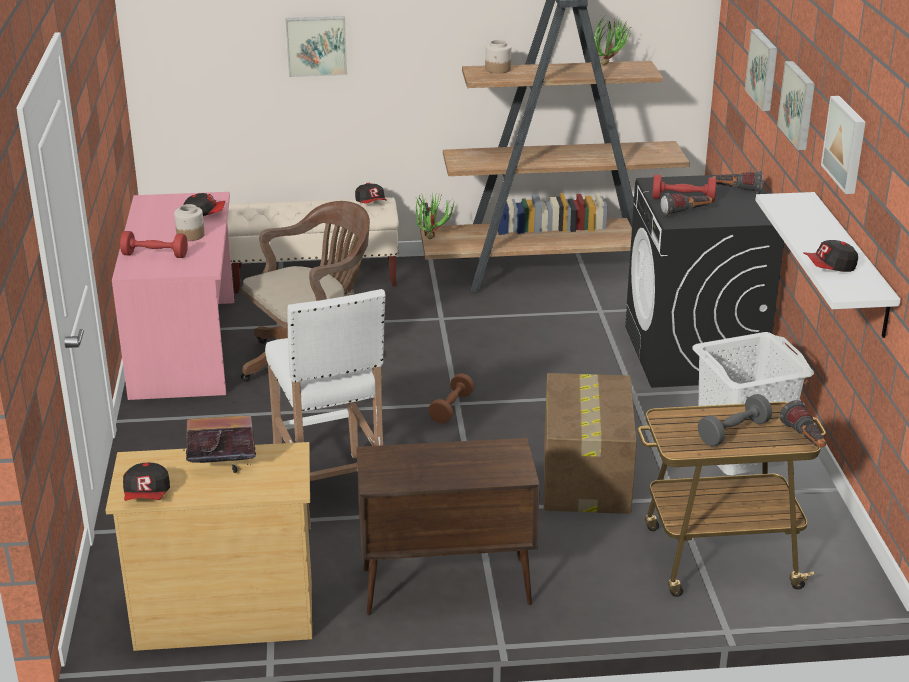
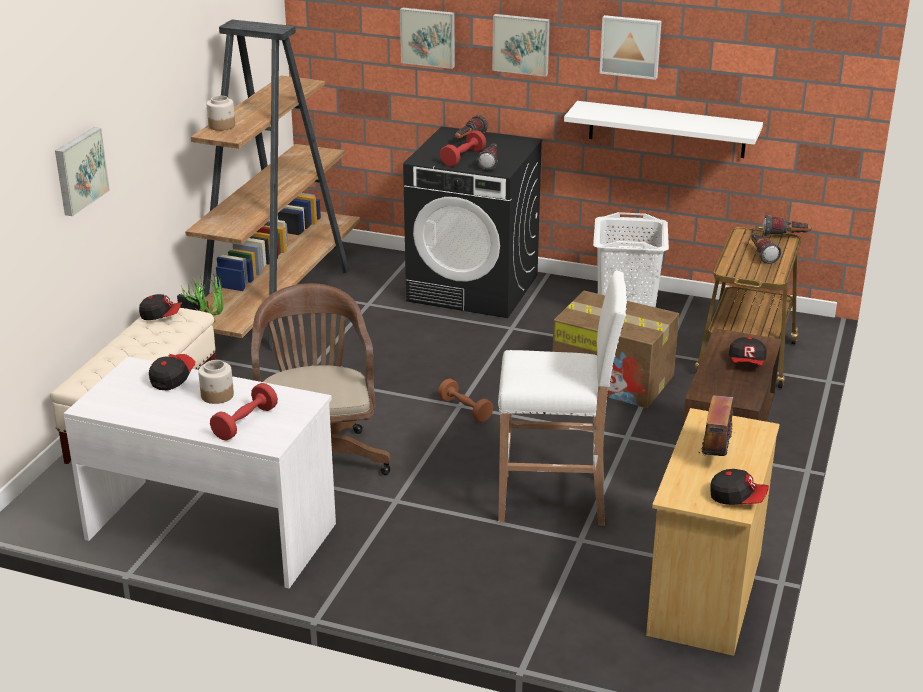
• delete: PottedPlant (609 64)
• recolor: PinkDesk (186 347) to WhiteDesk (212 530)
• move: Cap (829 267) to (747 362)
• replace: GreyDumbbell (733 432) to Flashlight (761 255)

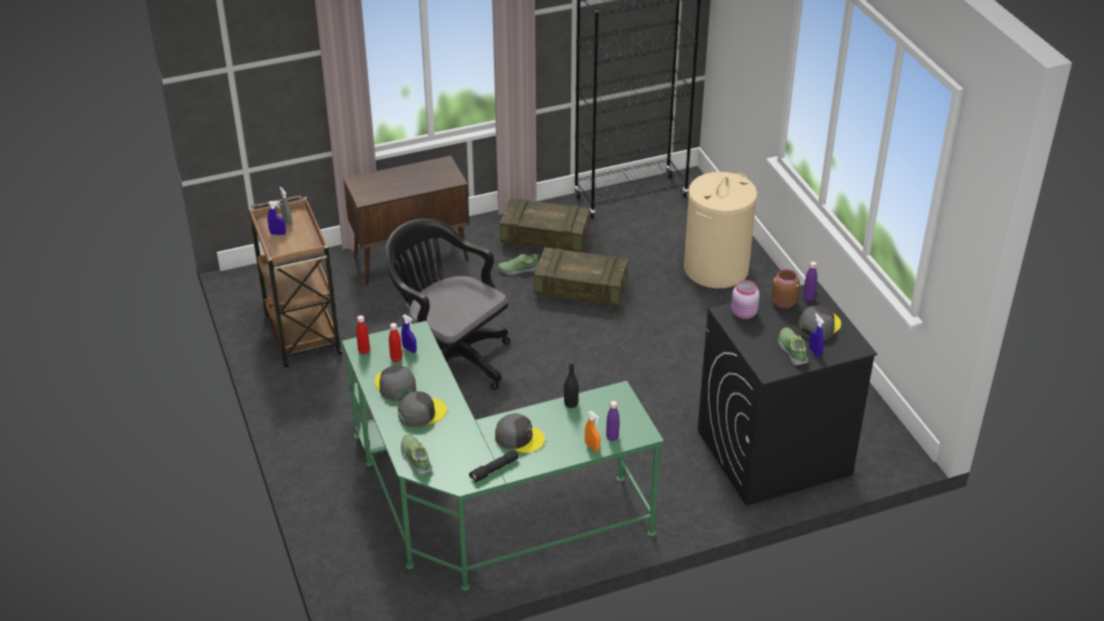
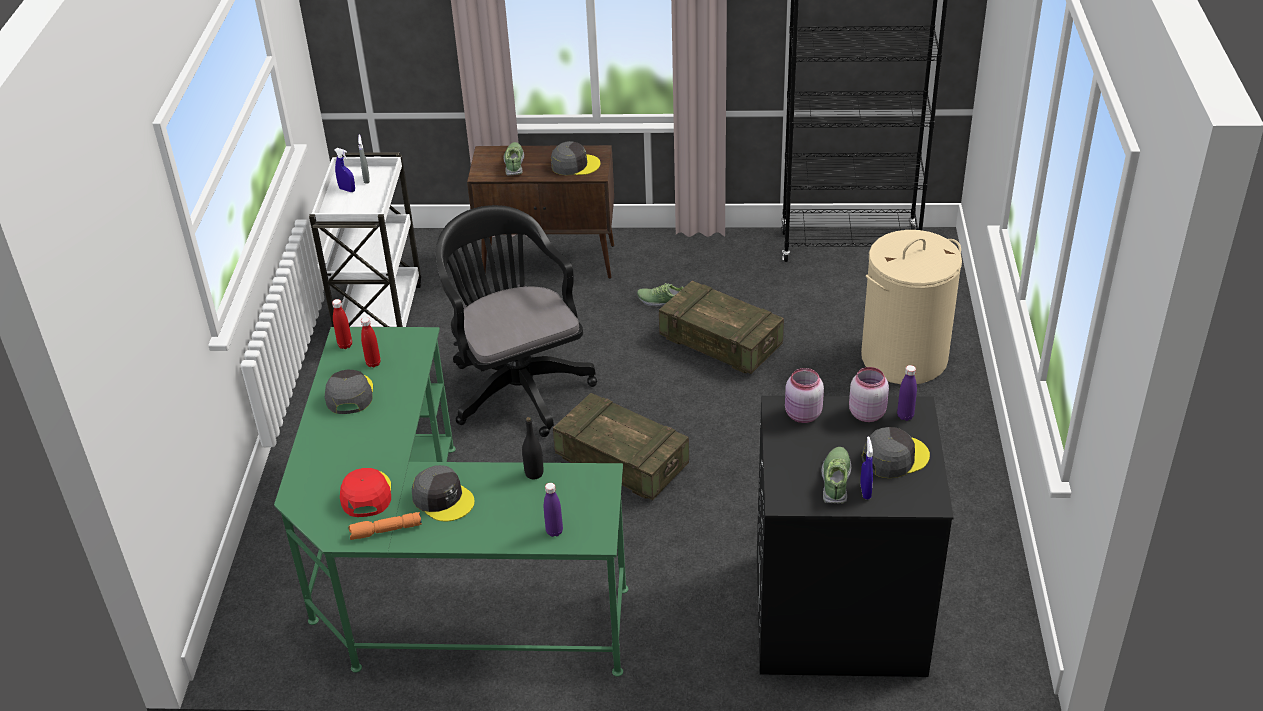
• recolor: BrownCart (301 331) to WhiteCart (380 314)
• move: Crate (545 238) to (621 461)
• recolor: BrownJar (783 302) to PinkJar (867 413)
• delete: BlueSprayBottle (409 349)
• move: GreyCap (421 413) to (574 165)
• delete: OrangeSprayBottle (592 447)
• move: Shoe (416 458) to (514 163)
• recolor: BlackFlashlight (494 470) to OrangeFlashlight (385 531)
• insert: RedCap (366 494)

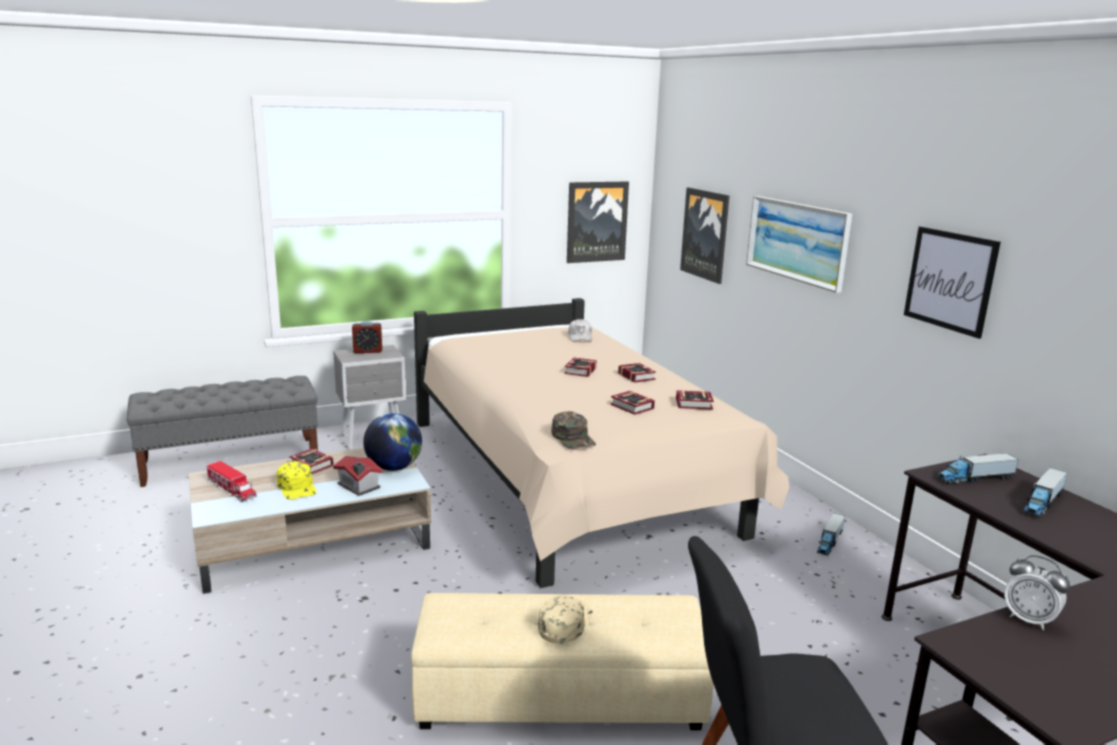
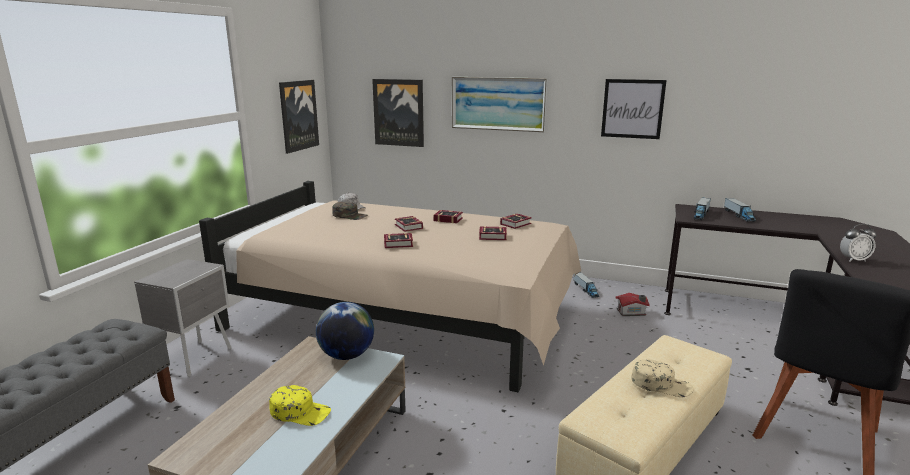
• delete: AlarmClock (368 351)
• move: GreenCap (573 438) to (350 216)
• move: Book (312 466) to (399 244)
• move: ToyHouse (358 486) to (632 312)
• delete: ToyTruck (232 490)
• rotate: BeigeCap (564 622) = (661 384) 135 degrees clockwise

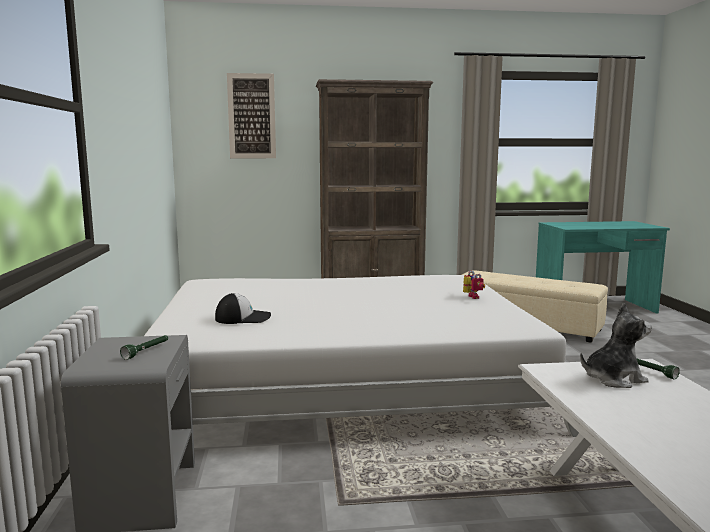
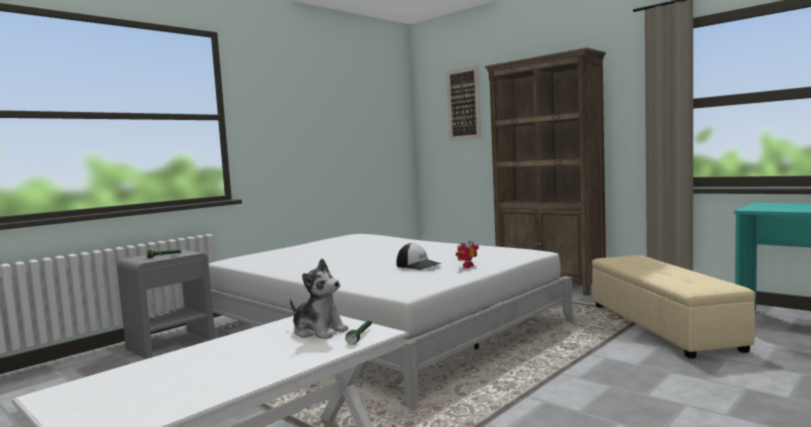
• move: Cap (243 318) to (418 265)

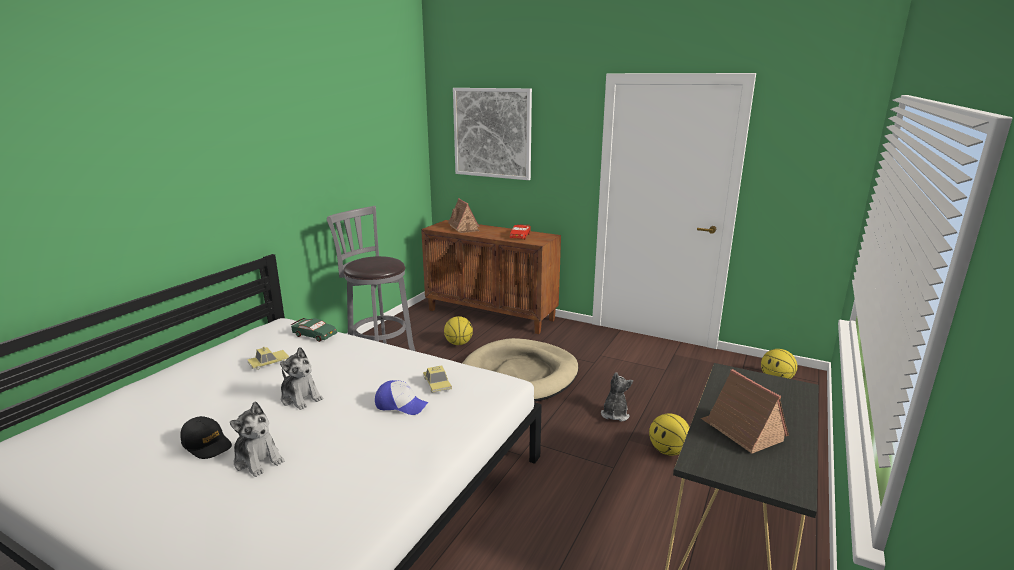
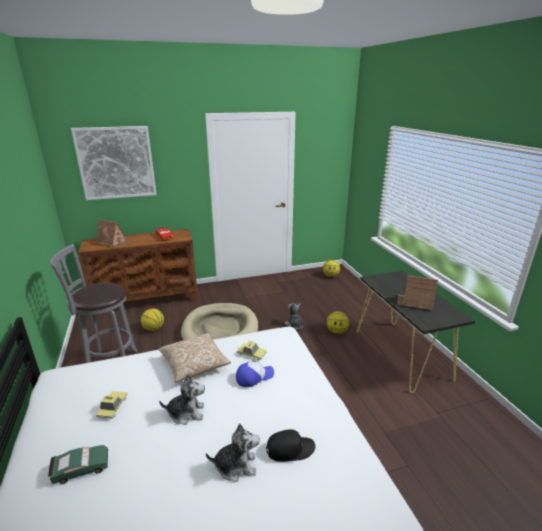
• move: GreenToyCar (314 335) to (81 468)
• move: BlackCap (207 444) to (290 449)
• insert: Pillow (195 365)

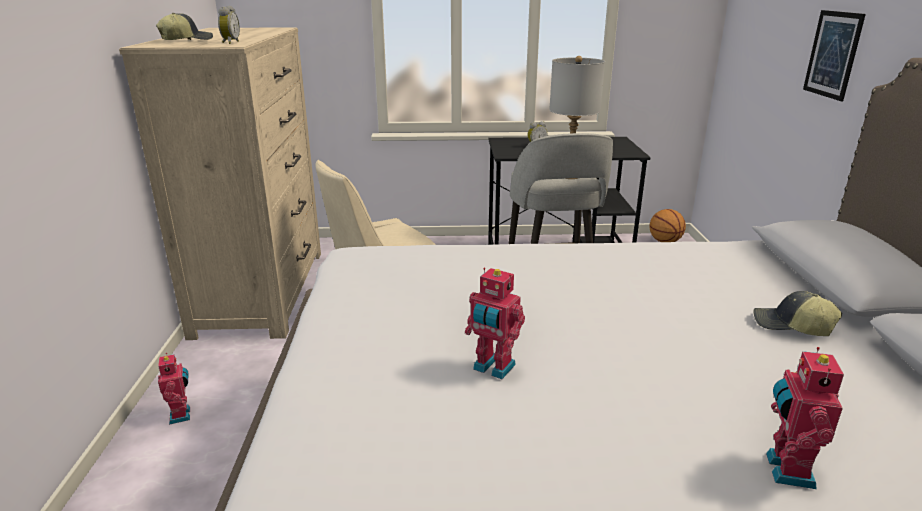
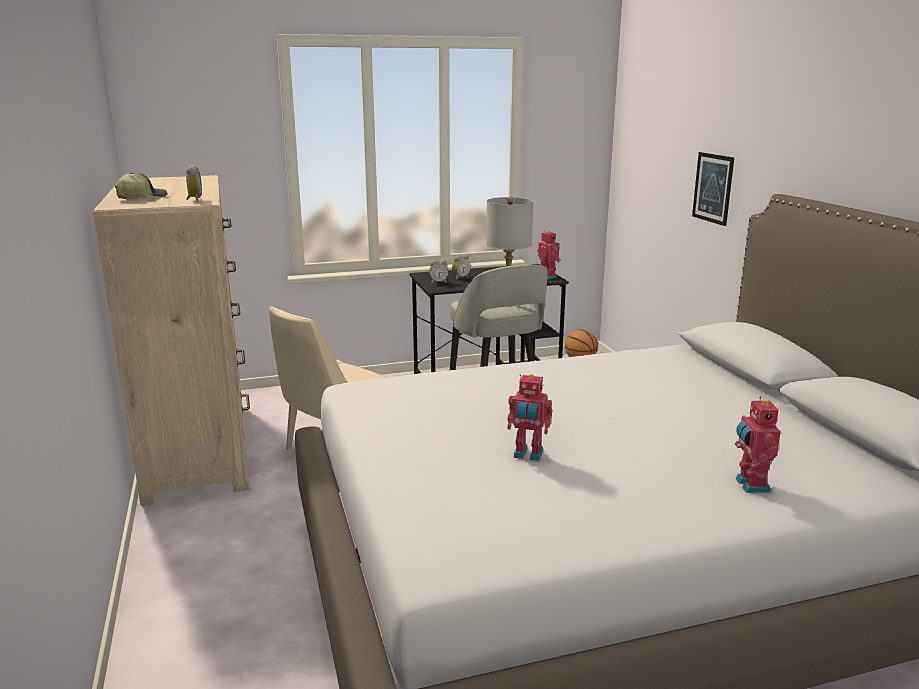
• delete: Cap (791 326)
• move: ToyRobot (182 415) to (548 277)
• insert: AlarmClock (438 283)

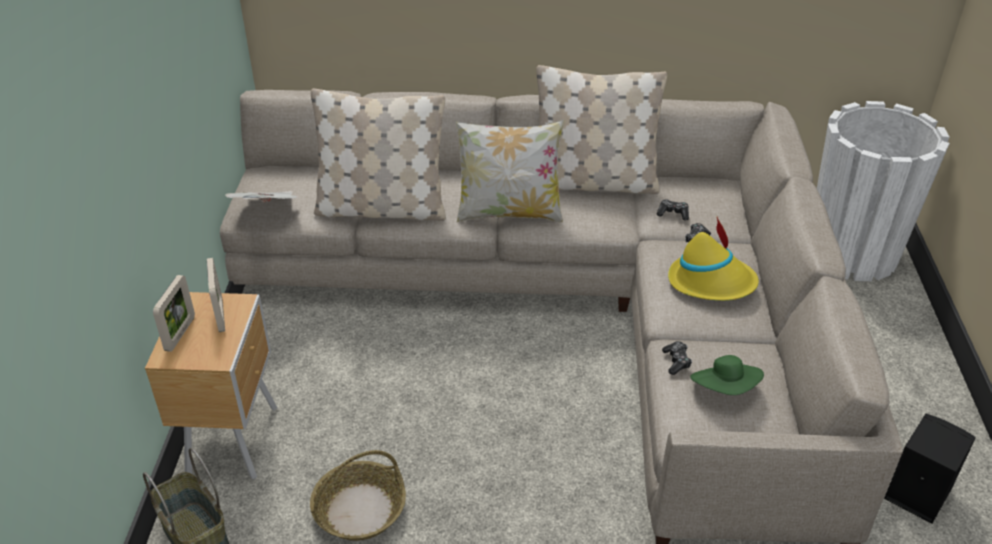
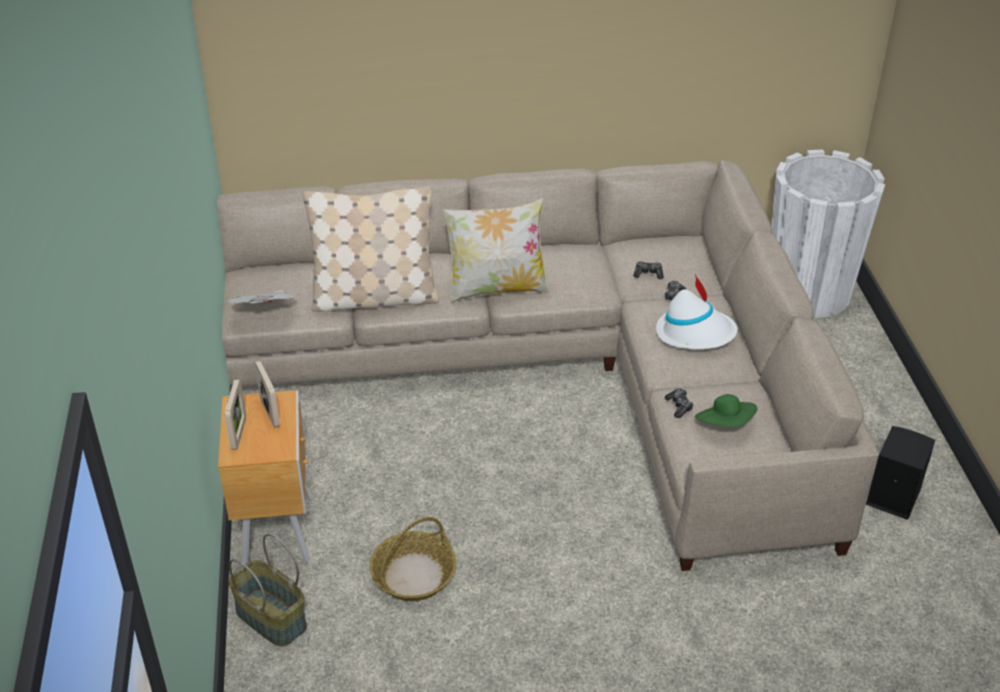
• delete: BeigePillow (593 182)
• recolor: YellowHat (711 282) to WhiteHat (695 333)

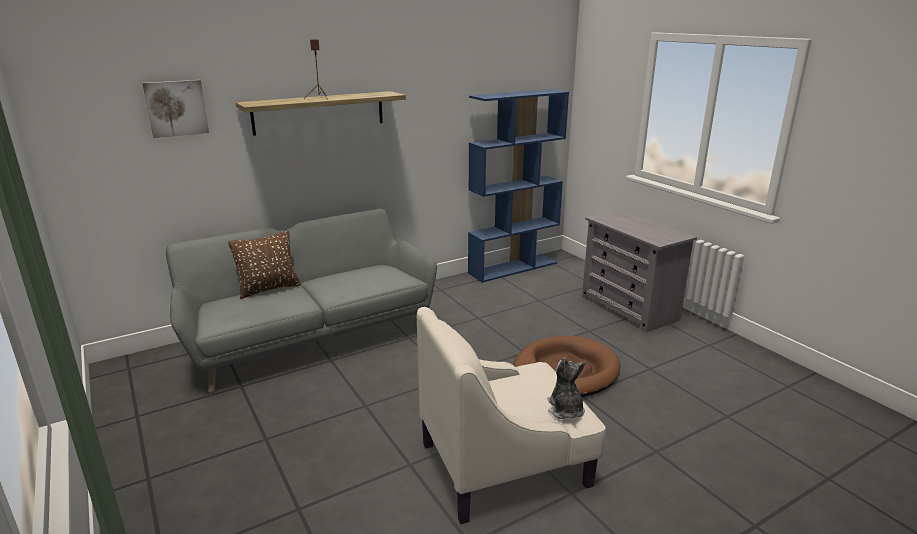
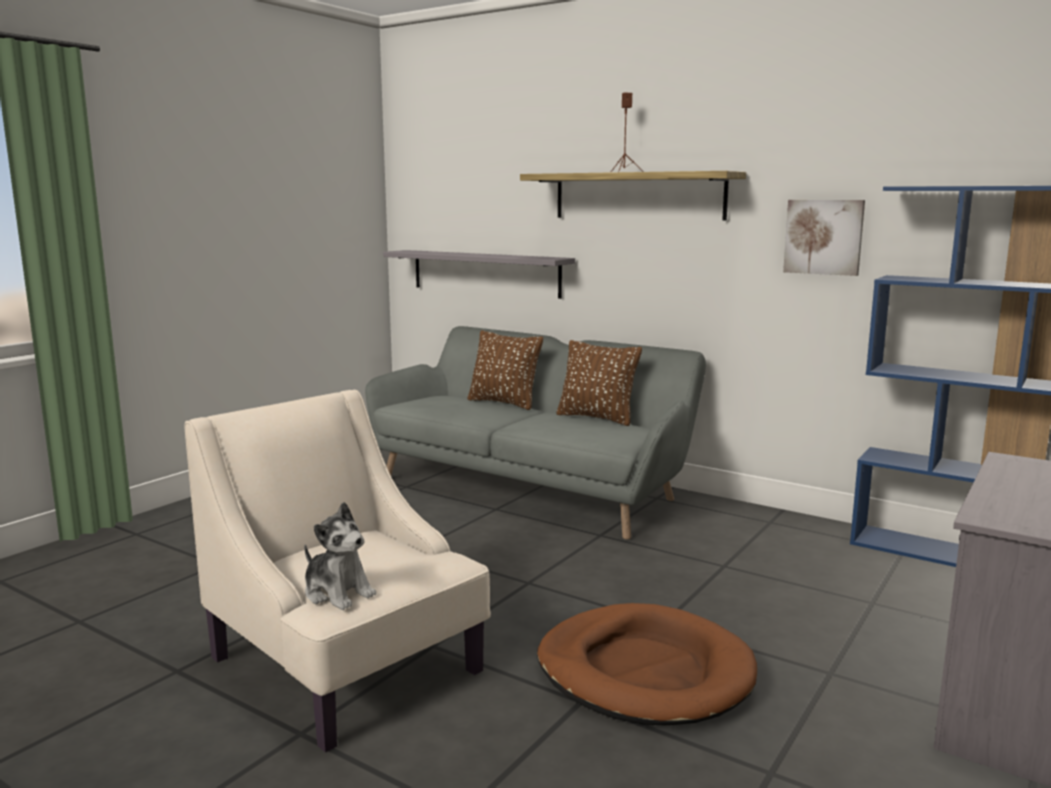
• move: Picture (176 108) to (823 237)
• rotate: PlushToy (565 409) = (338 593) 75 degrees clockwise
• insert: GreyShelf (485 273)
• insert: BrownPillow (597 418)

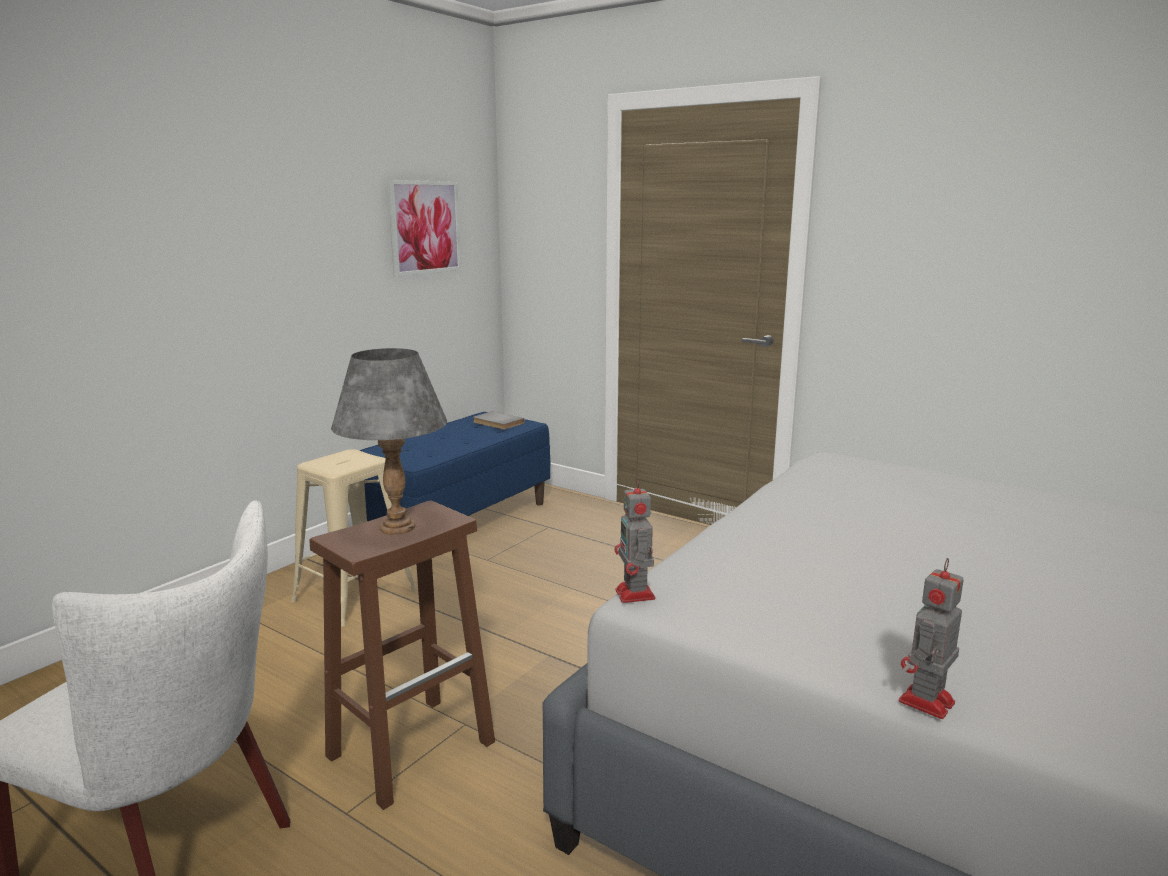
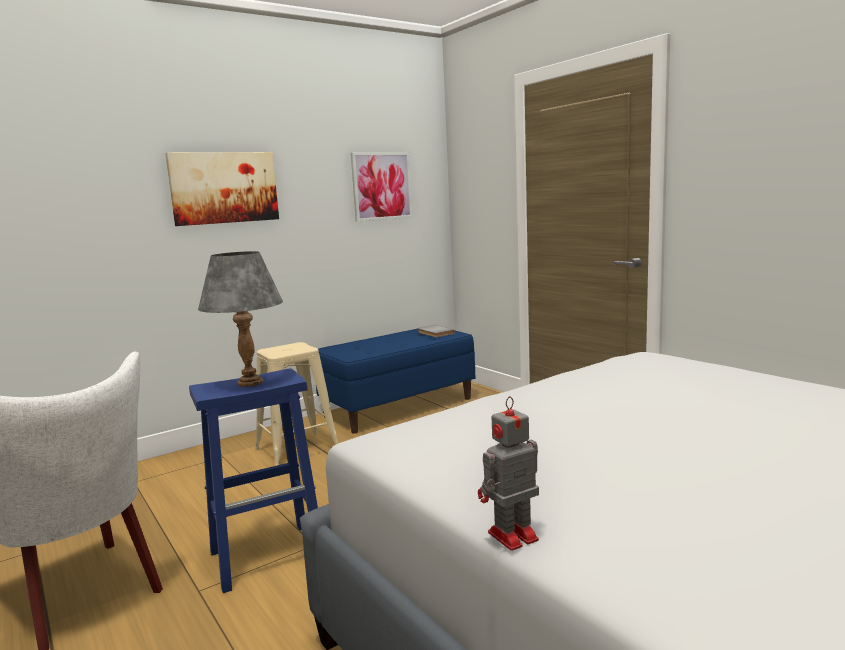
• delete: ToyRobot (635 595)
• recolor: BrownStool (413 748) to BlueStool (269 555)
• insert: Picture (224 188)

